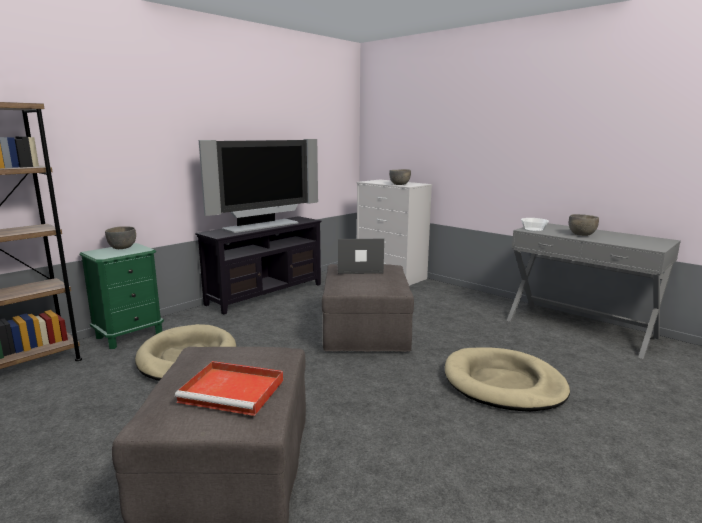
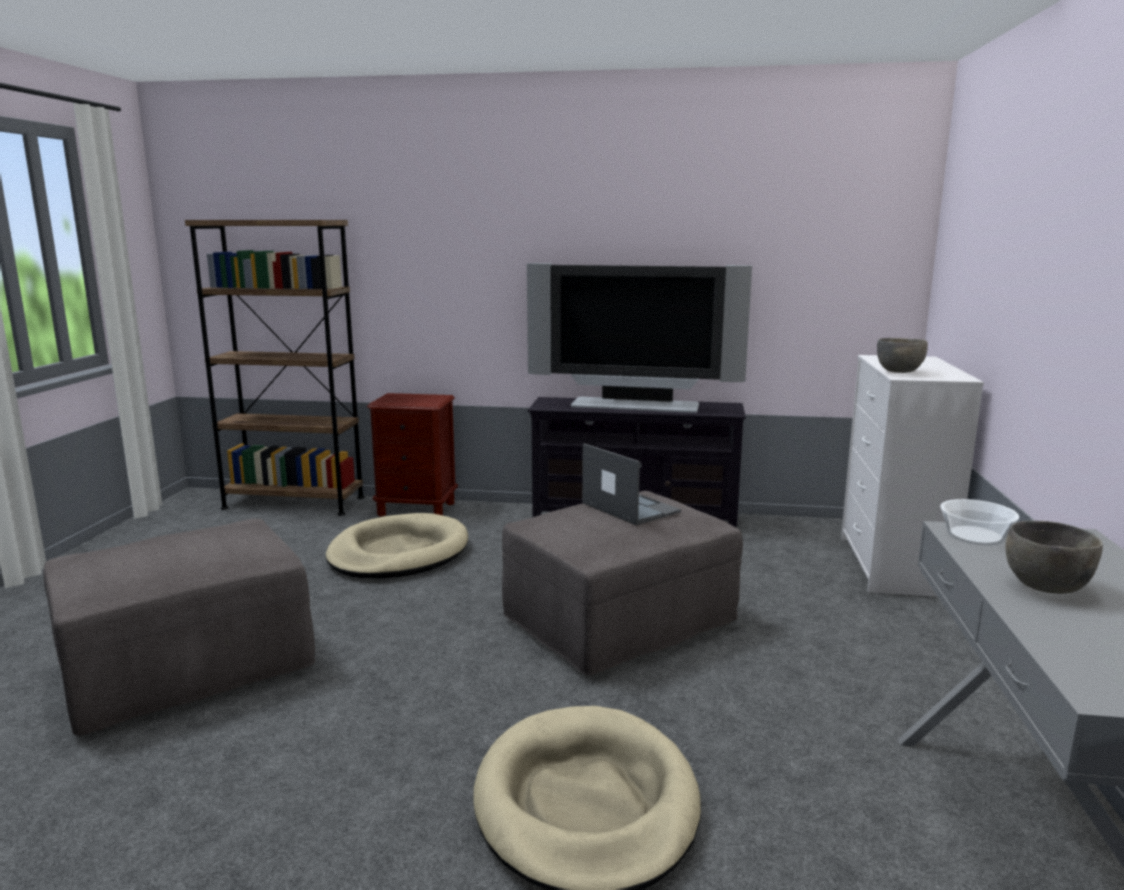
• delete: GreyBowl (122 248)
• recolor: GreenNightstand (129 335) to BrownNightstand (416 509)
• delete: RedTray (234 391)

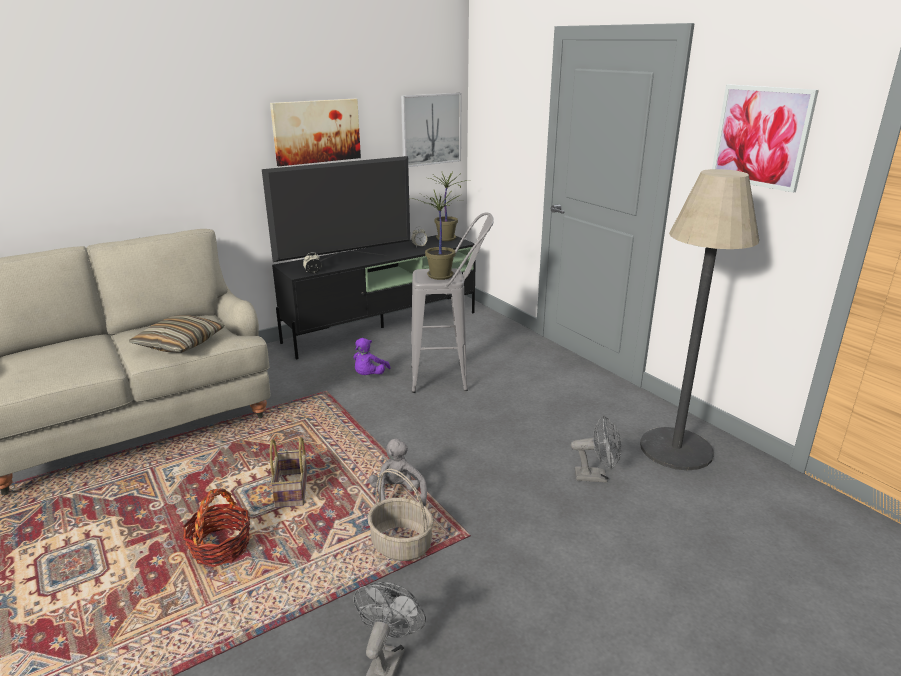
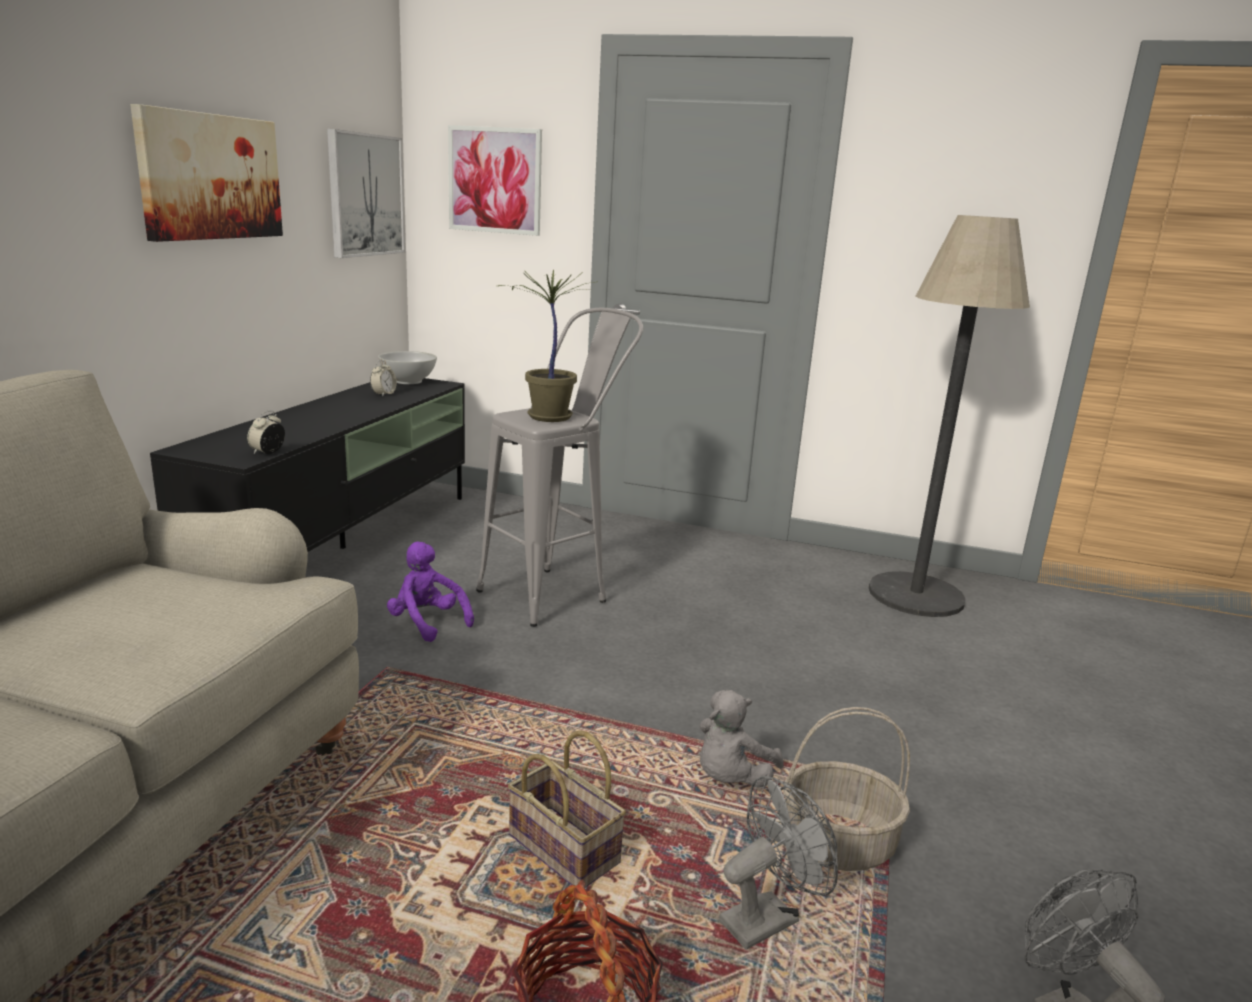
• move: Picture (761 136) to (495 180)
• delete: Television (345 261)
• replace: PottedPlant (447 239) to WhiteBowl (408 381)
• delete: Pillow (180 343)
• rotate: PurplePlushToy (369 375) = (427 623) 150 degrees clockwise
• move: GreyFan (596 476) to (767 917)
• rotate: GreyPlushToy (398 496) = (731 779) 90 degrees counterclockwise

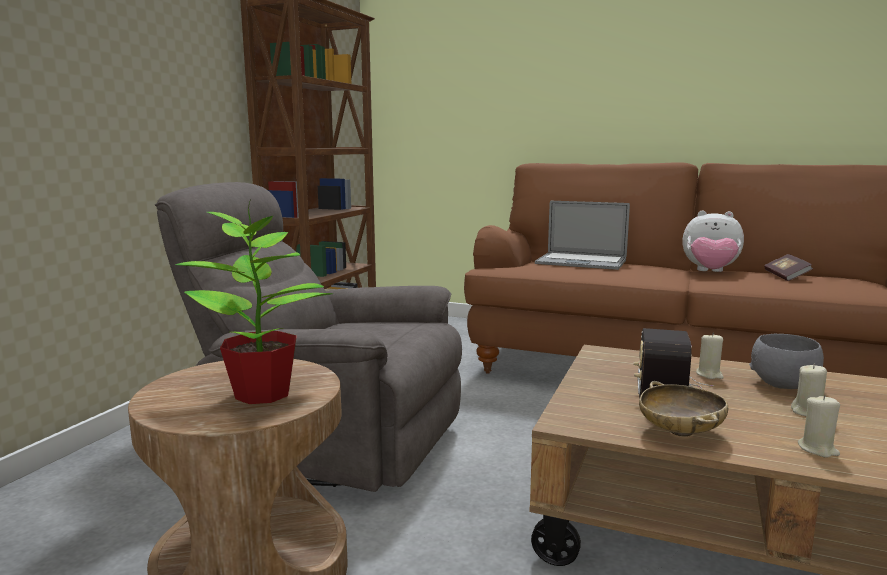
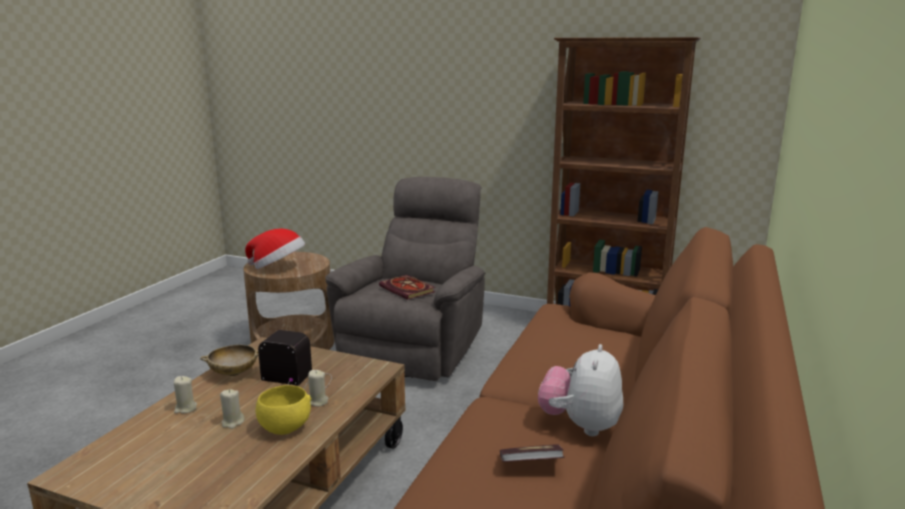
• replace: PottedPlant (264 393) to Hat (278 267)
• delete: Laptop (581 262)
• recolor: GreyBowl (784 385) to YellowBowl (284 428)
• insert: Book (408 289)

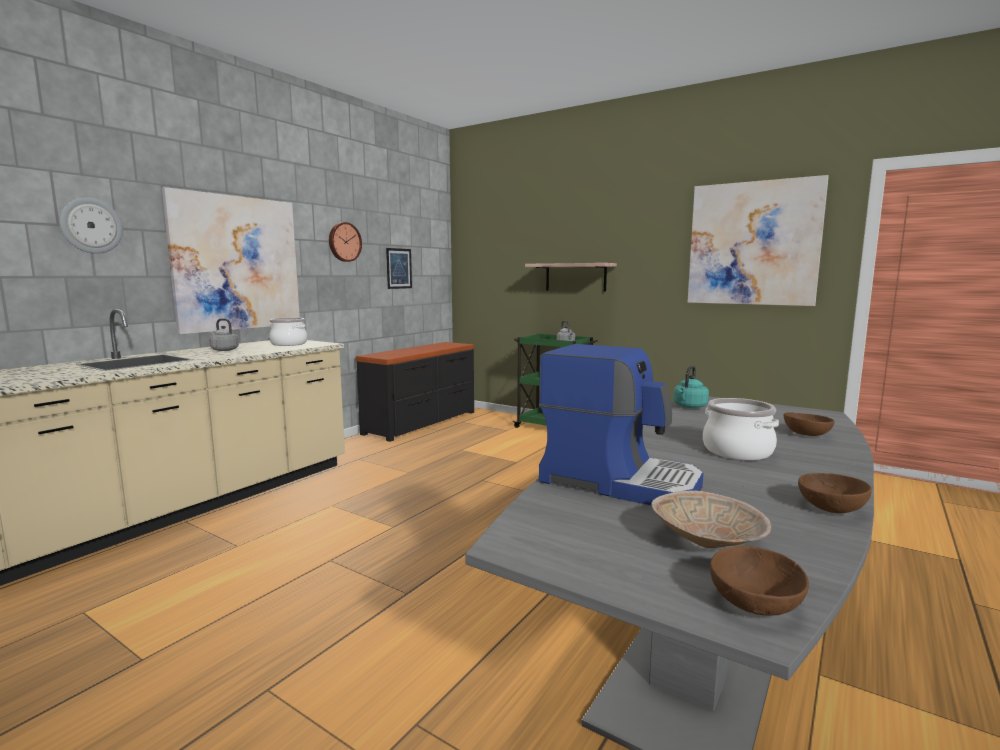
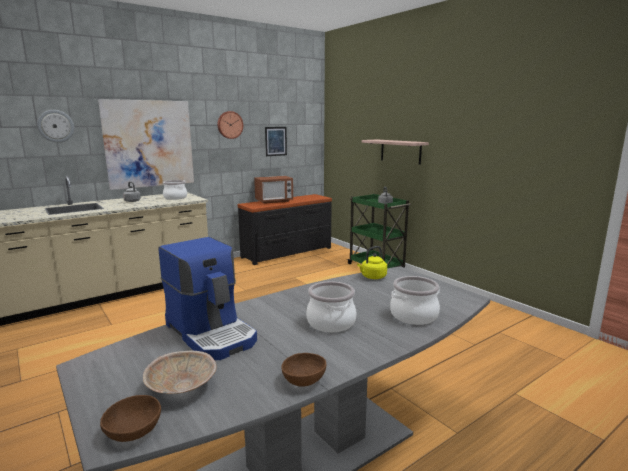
• delete: Picture (753 244)
• recolor: TurquoiseKettle (689 406) to YellowKettle (372 277)
• replace: BrownBowl (806 434) to CookingPot (413 315)
• insert: Microwave (274 201)

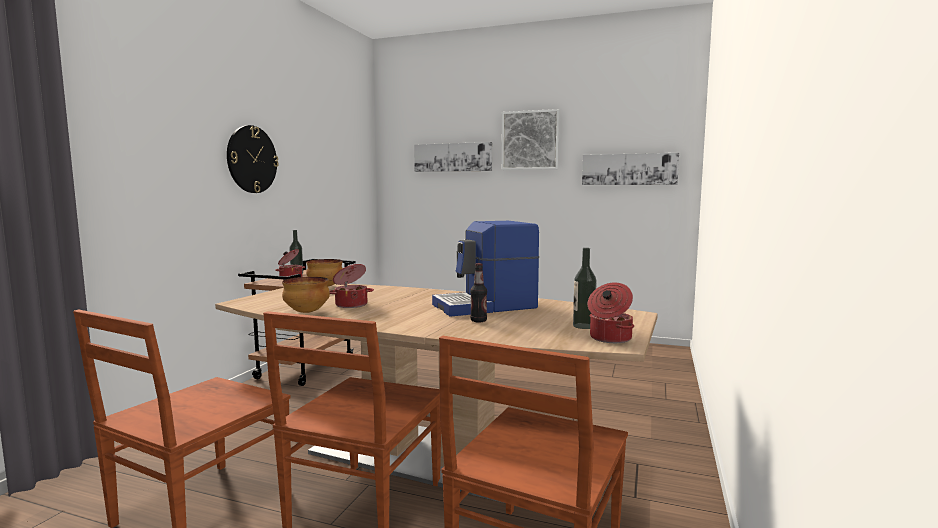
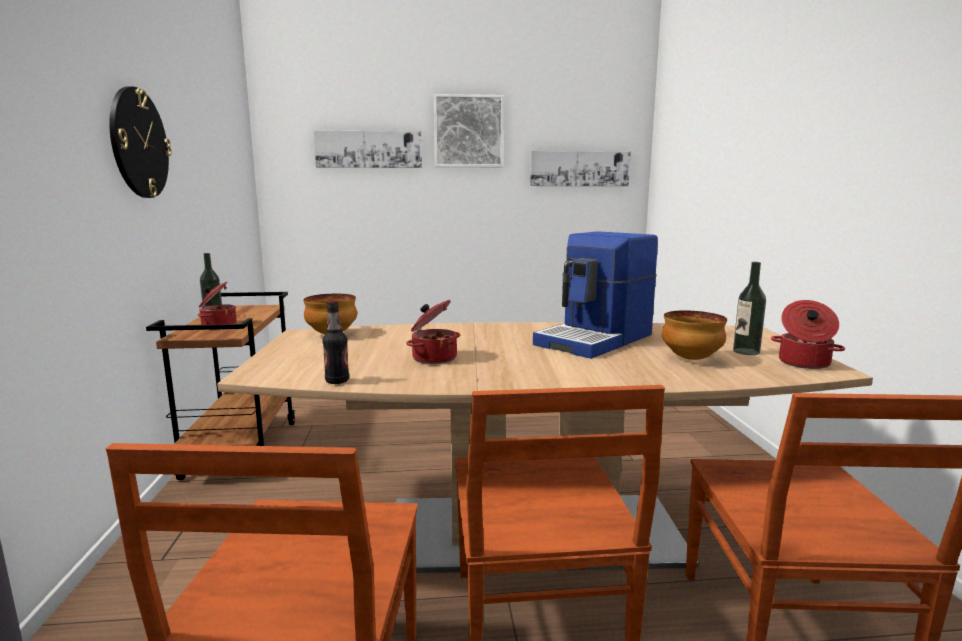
• move: Bottle (478 321) to (337 381)
• move: Bowl (306 312) to (691 359)

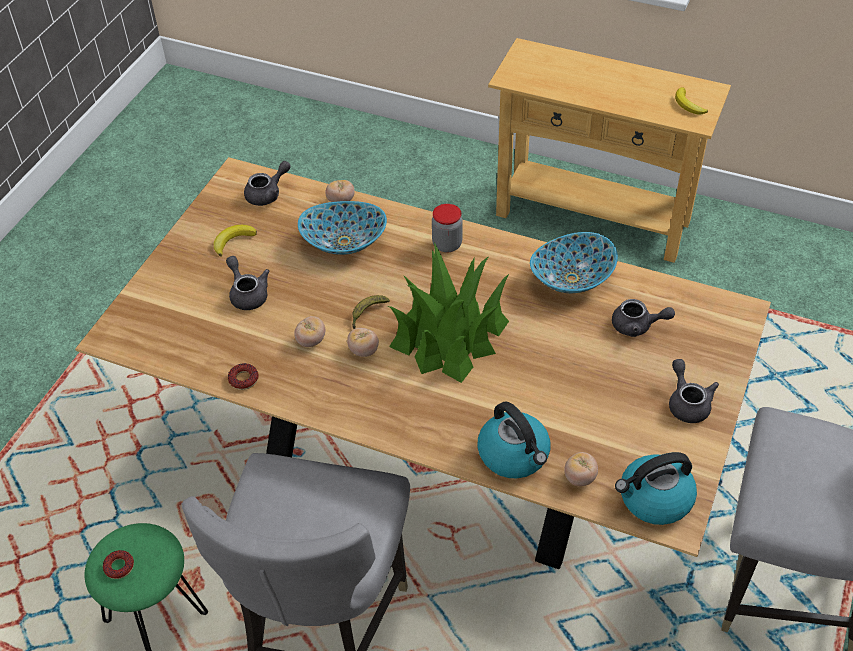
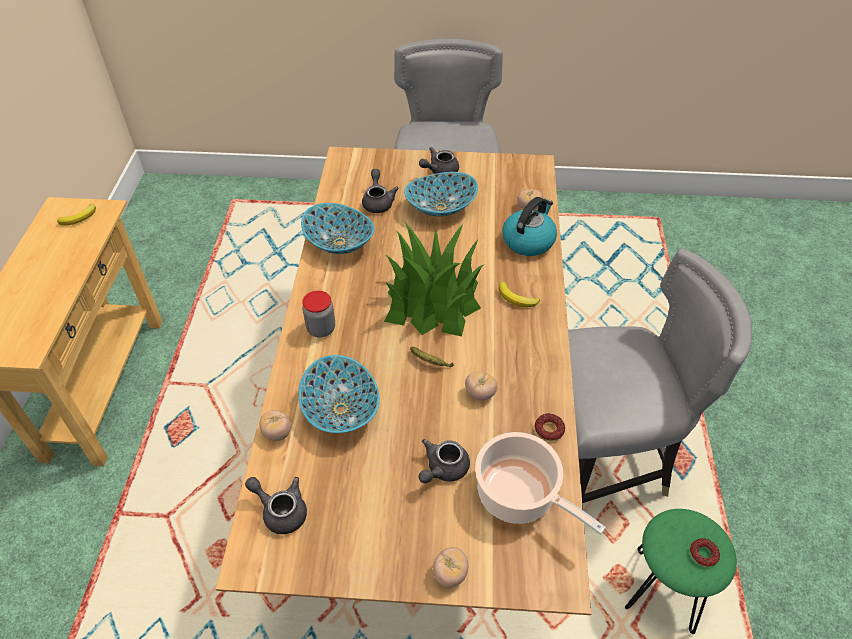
• move: Banana (233 241) to (516 298)
• move: Tomato (363 351) to (450 574)
• delete: Kettle (654 499)
• insert: Bowl (440 207)
• insert: CookingPot (520 496)

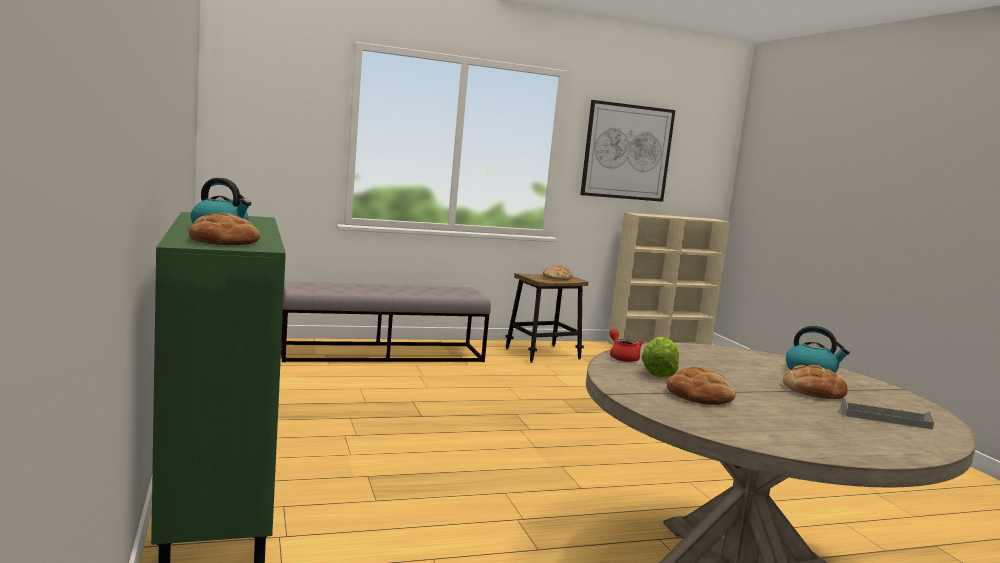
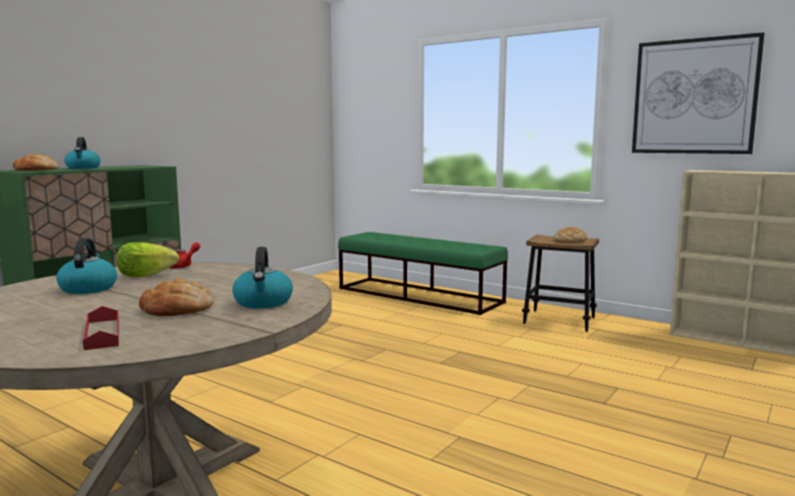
• recolor: GreyBench (383 353) to GreenBench (419 295)
• replace: Bread (700 395) to Kettle (88 288)
• recolor: GreyTray (885 418) to RedTray (102 333)

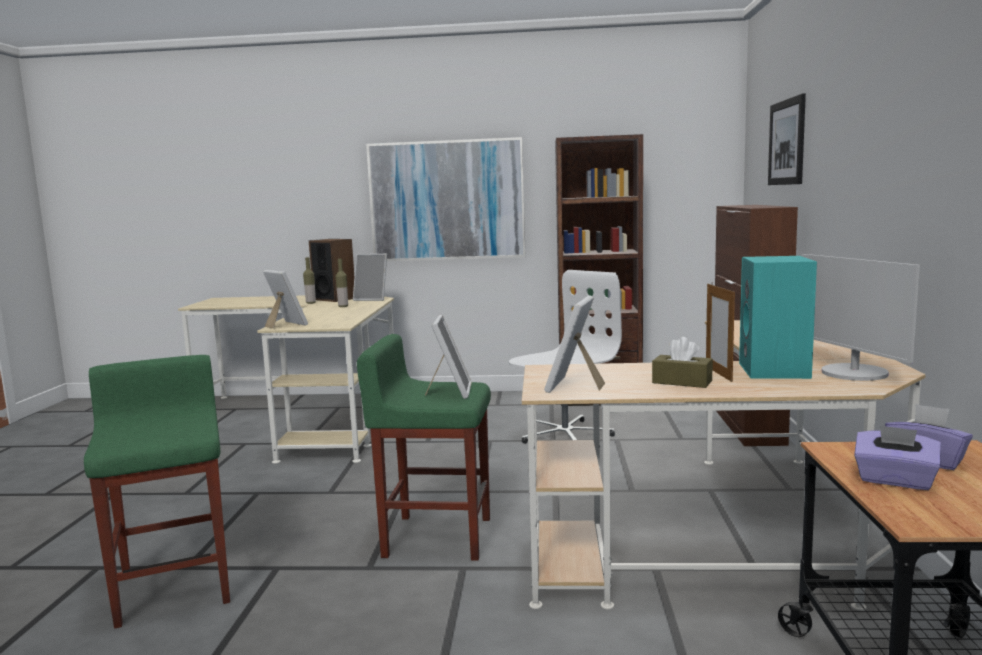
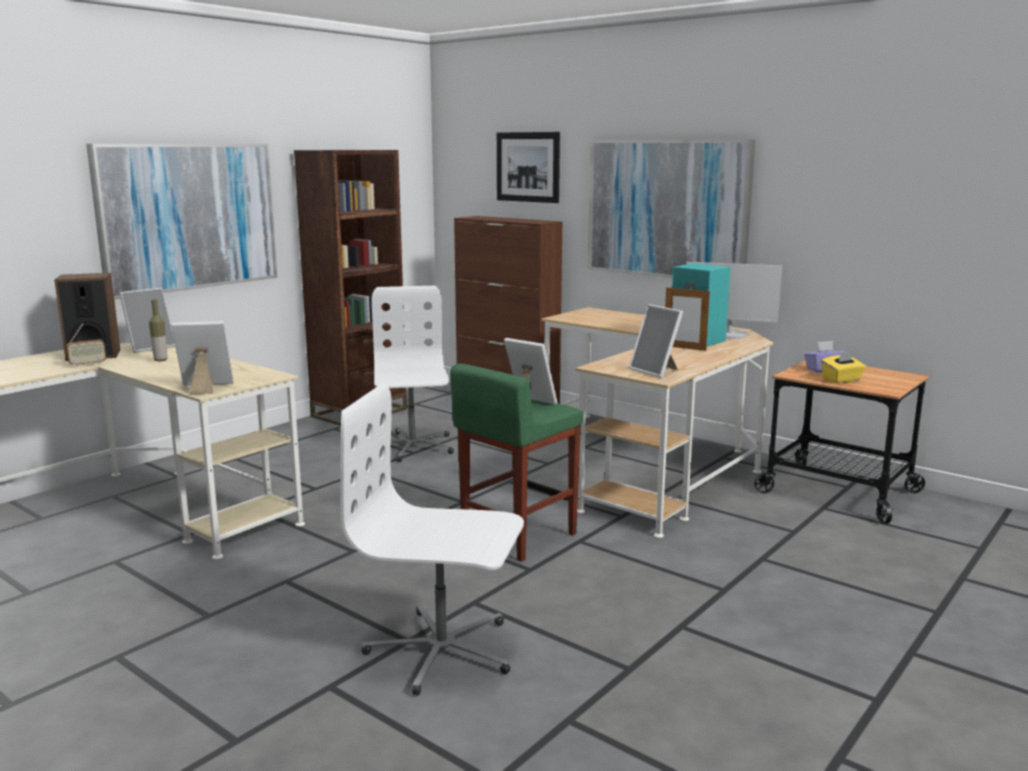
• replace: Bottle (311 303) to Radio (87 364)
• delete: BrownTissueBox (682 382)
• replace: GreenStool (175 587) to WhiteOfficeChair (442 651)
• recolor: PurpleTissueBox (895 480) to YellowTissueBox (842 380)
• insert: Picture (667 209)

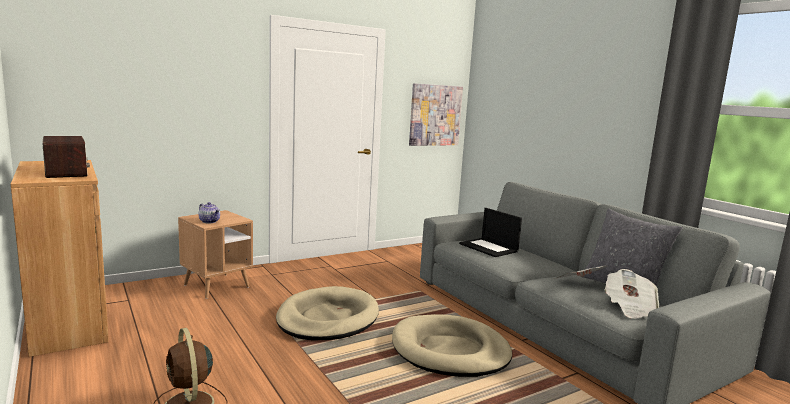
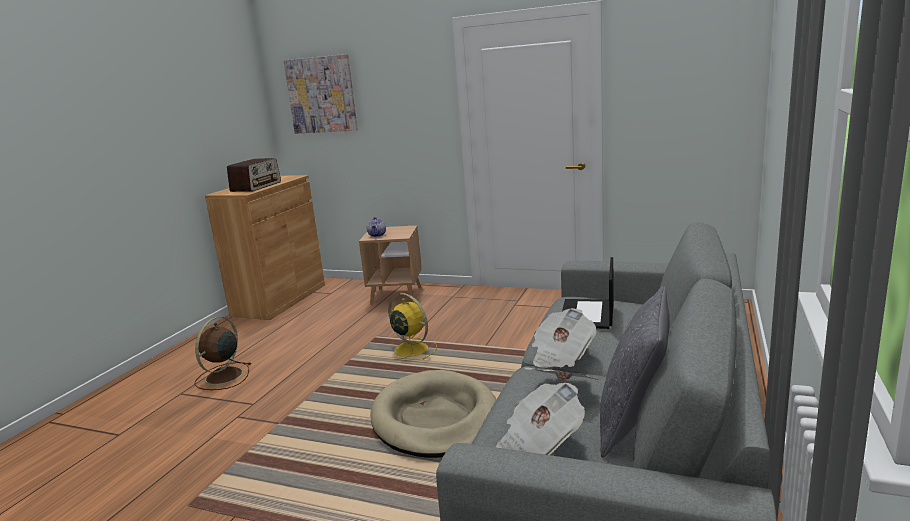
• move: Picture (435 115) to (321 95)
• replace: BeigeDogBed (327 318) to YellowFan (409 349)
• insert: Newspaper (561 355)

